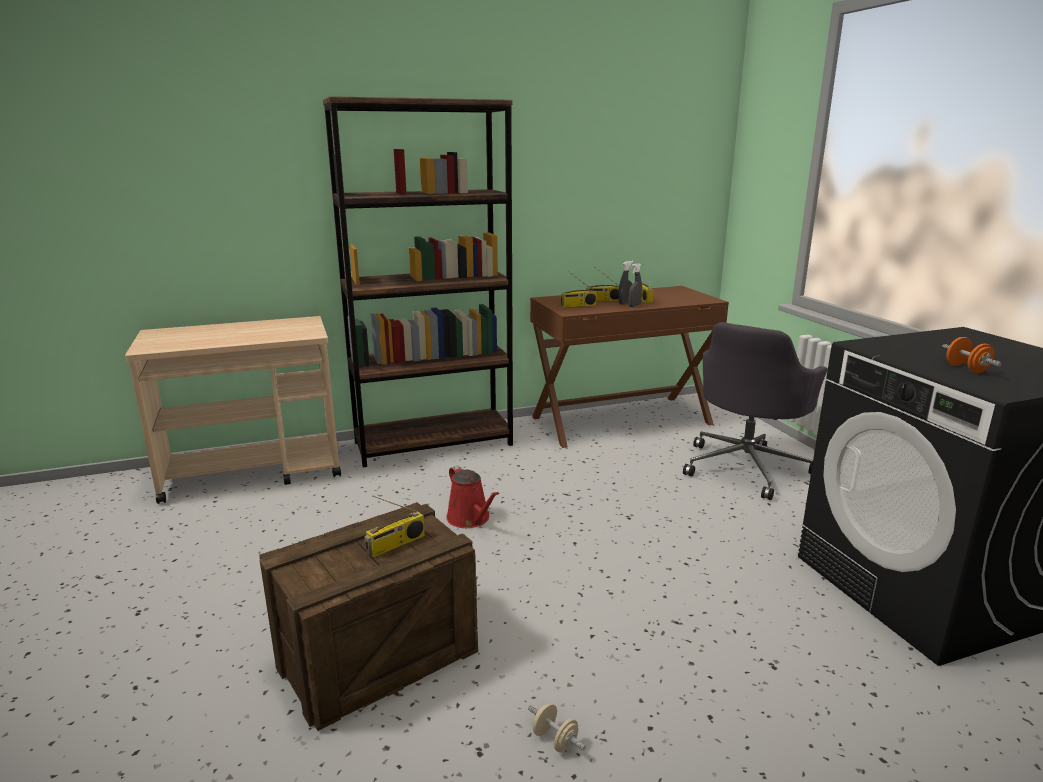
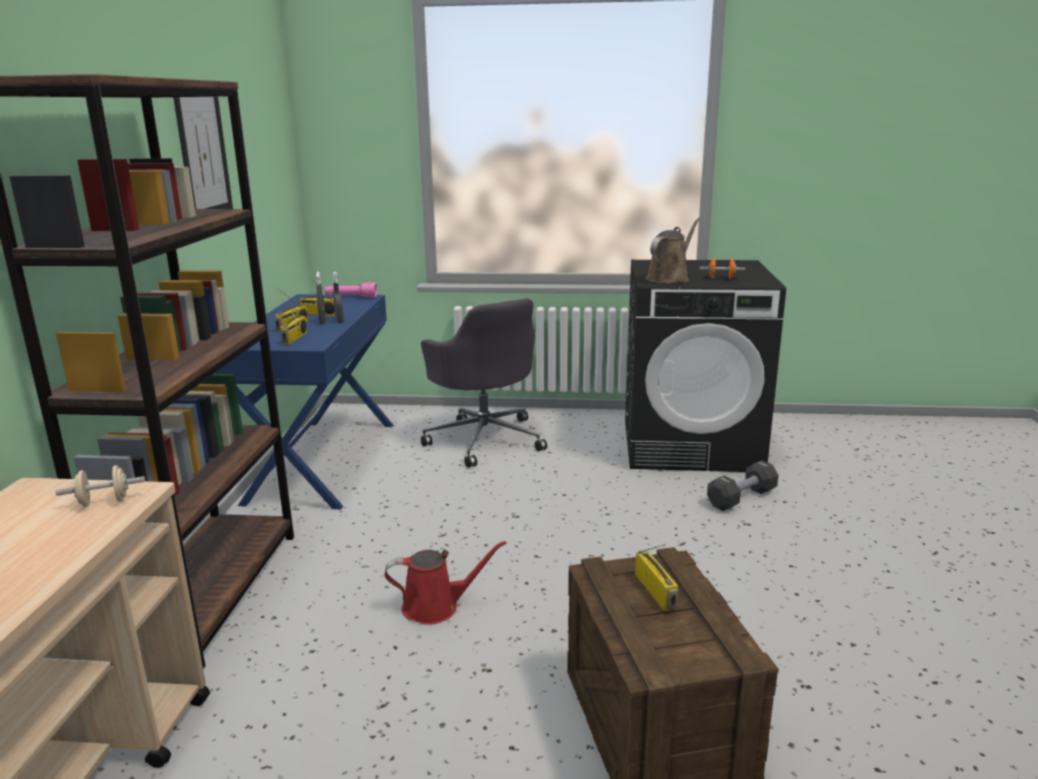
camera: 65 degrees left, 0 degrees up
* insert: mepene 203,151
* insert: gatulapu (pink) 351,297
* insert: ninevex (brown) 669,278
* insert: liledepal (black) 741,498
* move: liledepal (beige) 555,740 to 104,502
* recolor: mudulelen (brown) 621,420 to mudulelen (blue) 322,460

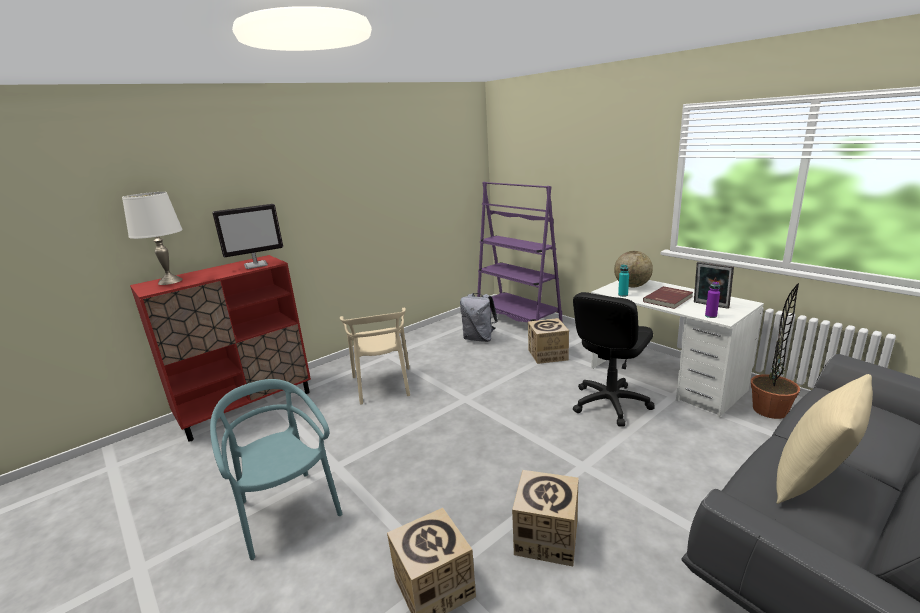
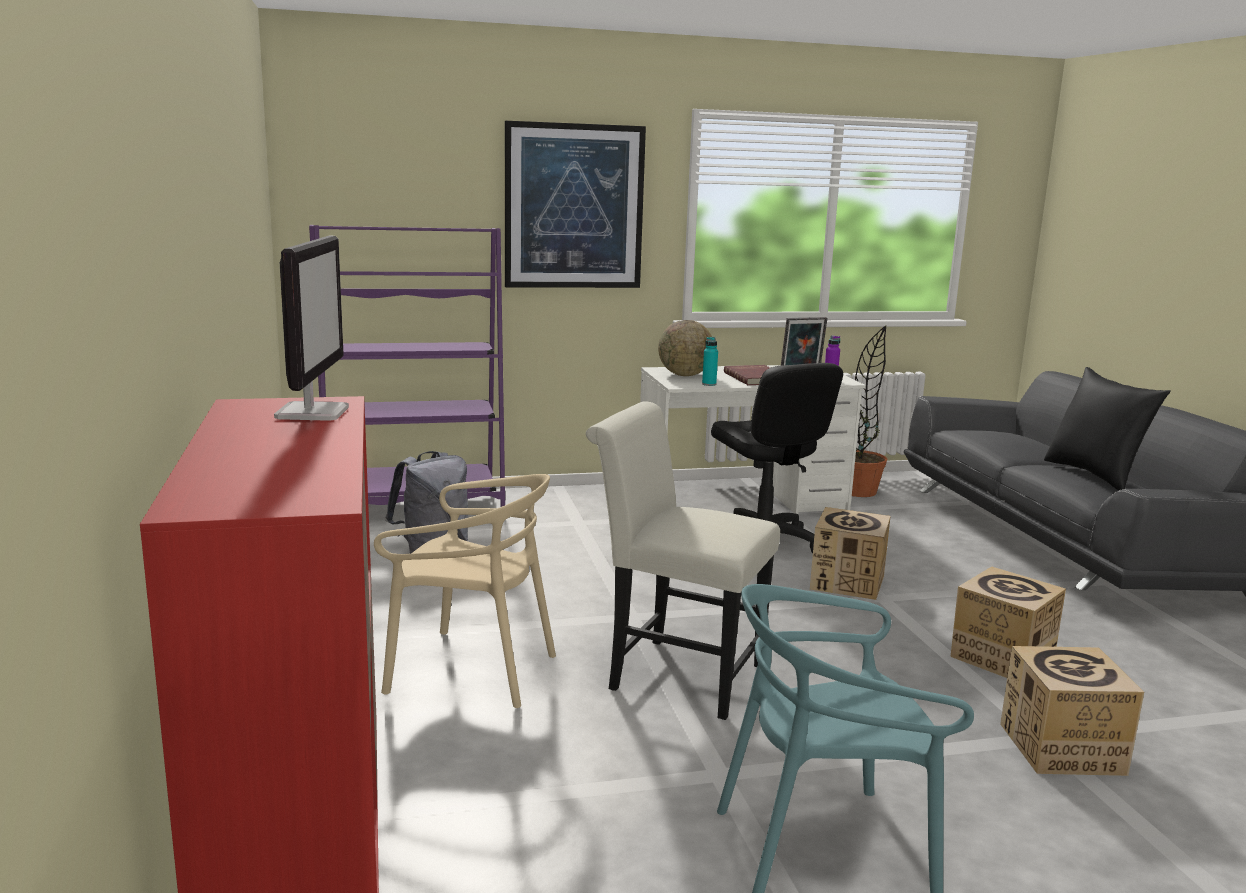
camera: 65 degrees left, 5 degrees down
* delete: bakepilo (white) 170,281
* insert: mepene 574,207
* insert: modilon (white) 675,674
* move: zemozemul 547,355 to 847,582
* recolor: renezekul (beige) 813,481 to renezekul (black) 1095,475

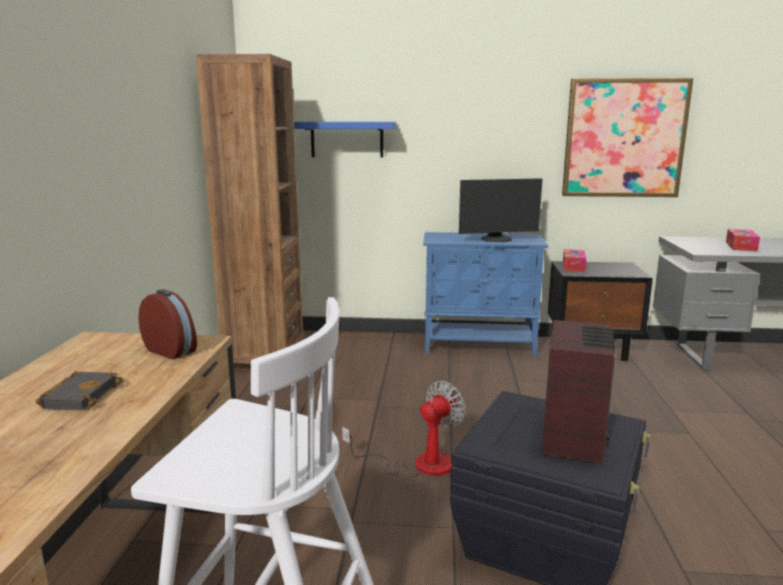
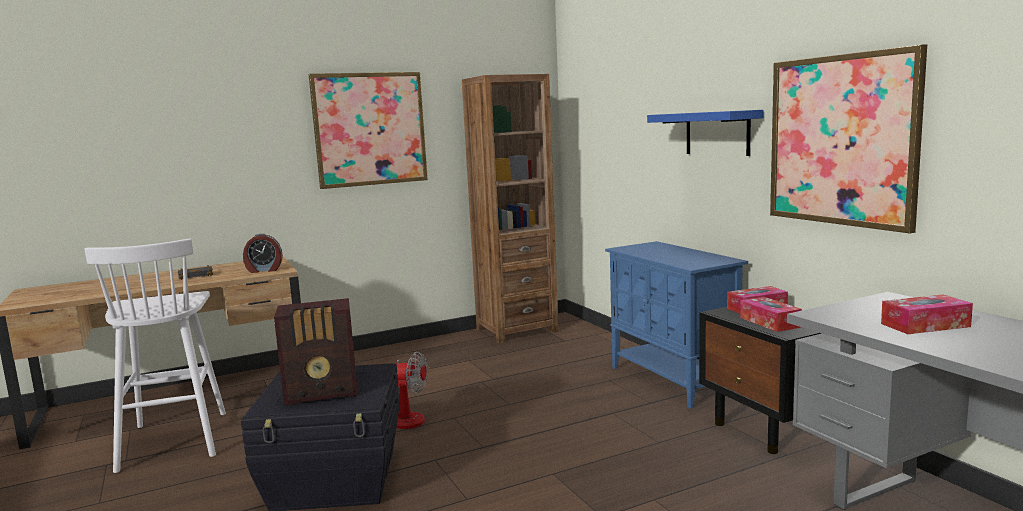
camera: 60 degrees right, 5 degrees down
* delete: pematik 497,239
* insert: mepene 370,129
* insert: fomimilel 769,322
* move: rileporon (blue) 347,139 to 717,133
* rotate: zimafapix 171,350 = 264,270 75 degrees clockwise

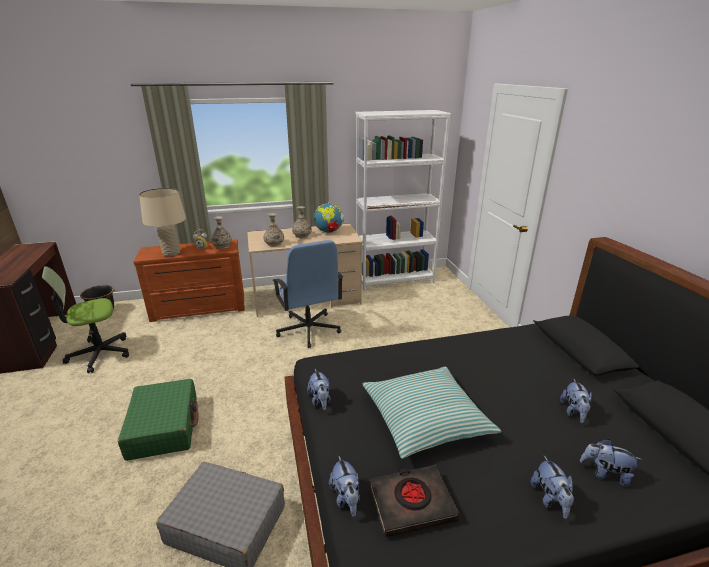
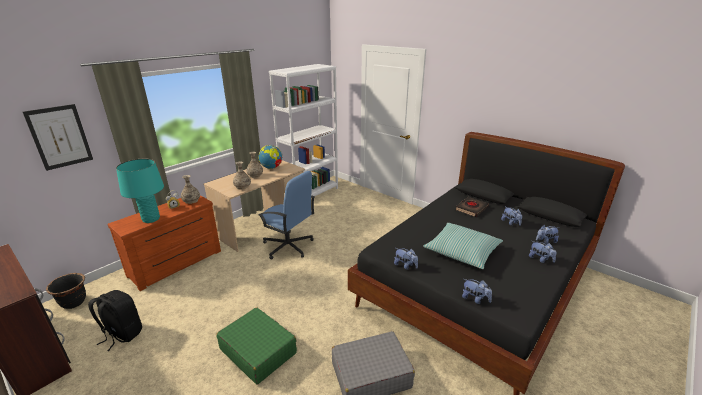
camera: 35 degrees left, 0 degrees up
* insert: mepene 60,137
* move: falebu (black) 411,503 to 471,208
* replace: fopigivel 99,354 to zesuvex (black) 122,334
* recolor: bakepilo (beige) 171,253 to bakepilo (turquoise) 151,219

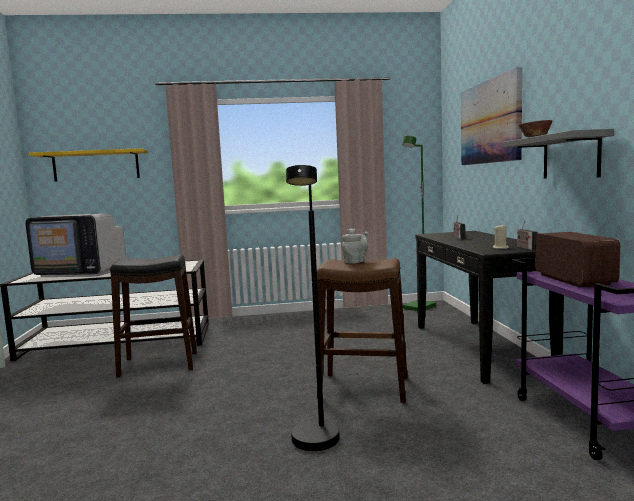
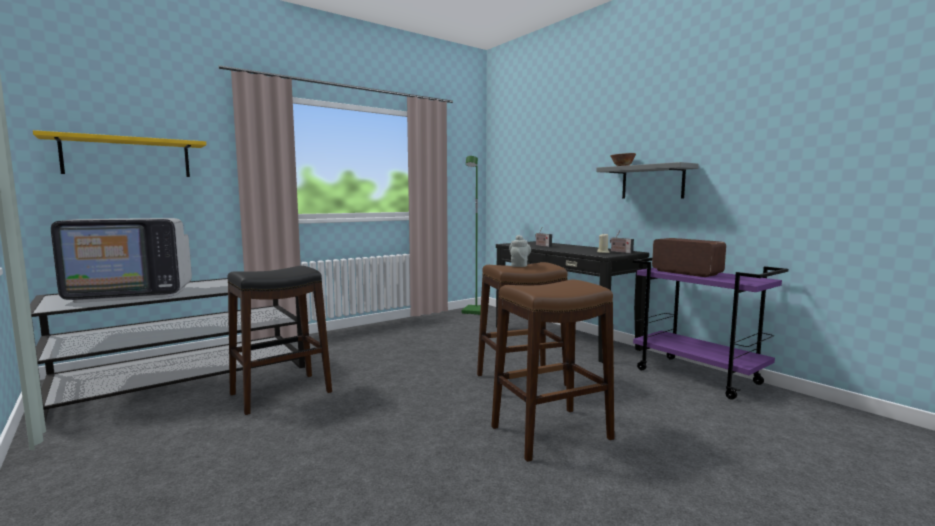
camera: 30 degrees left, 0 degrees up
* delete: mepene 490,122
* replace: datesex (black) 316,446 to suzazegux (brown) 551,433

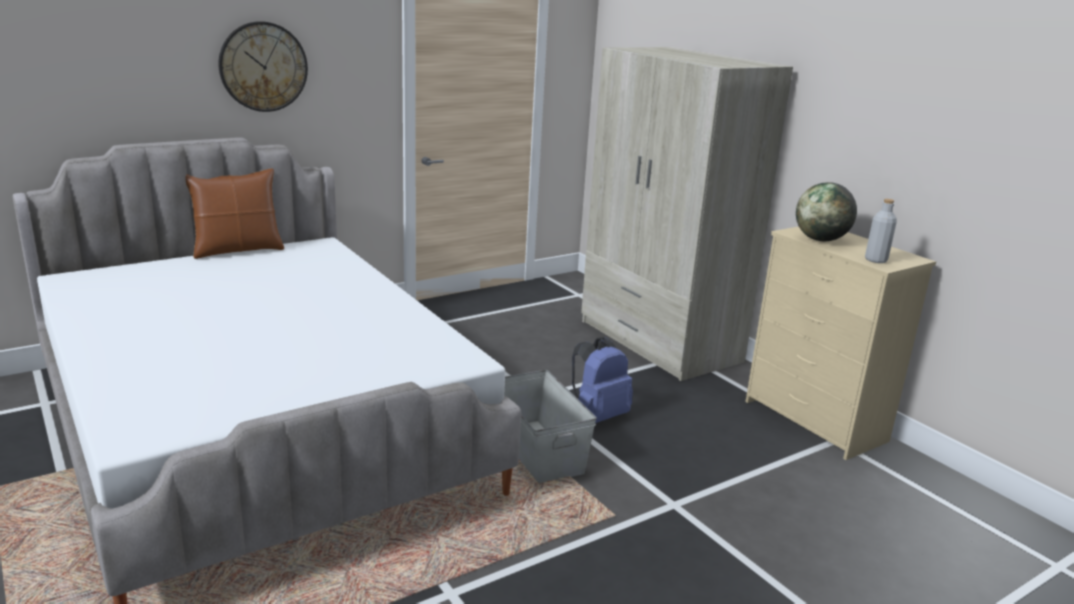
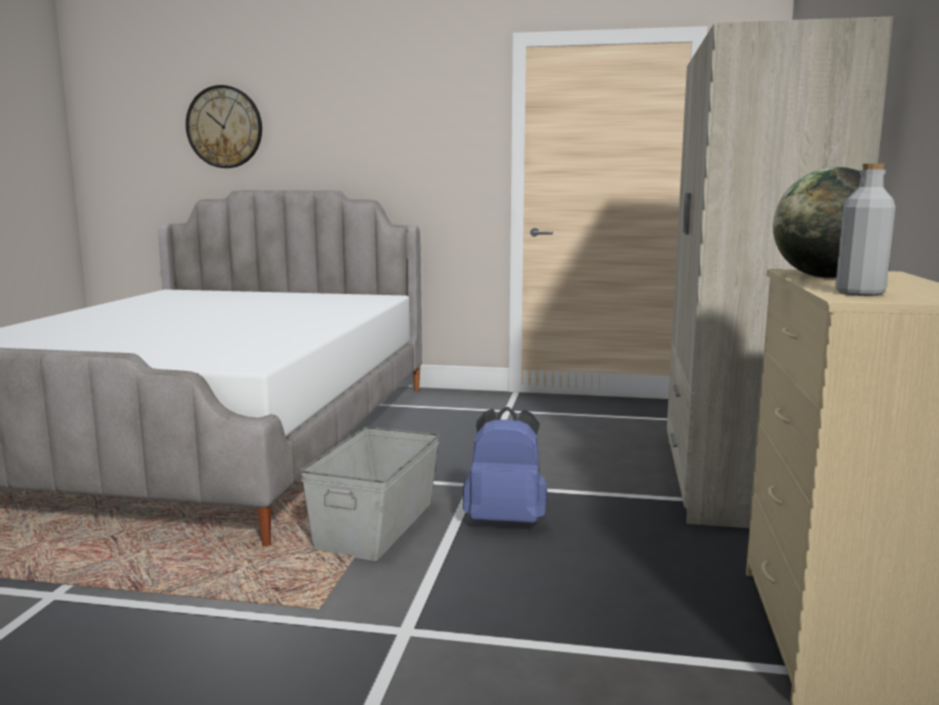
camera: 45 degrees right, 10 degrees down
* delete: renezekul (brown) 238,250
* move: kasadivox 263,67 to 224,127

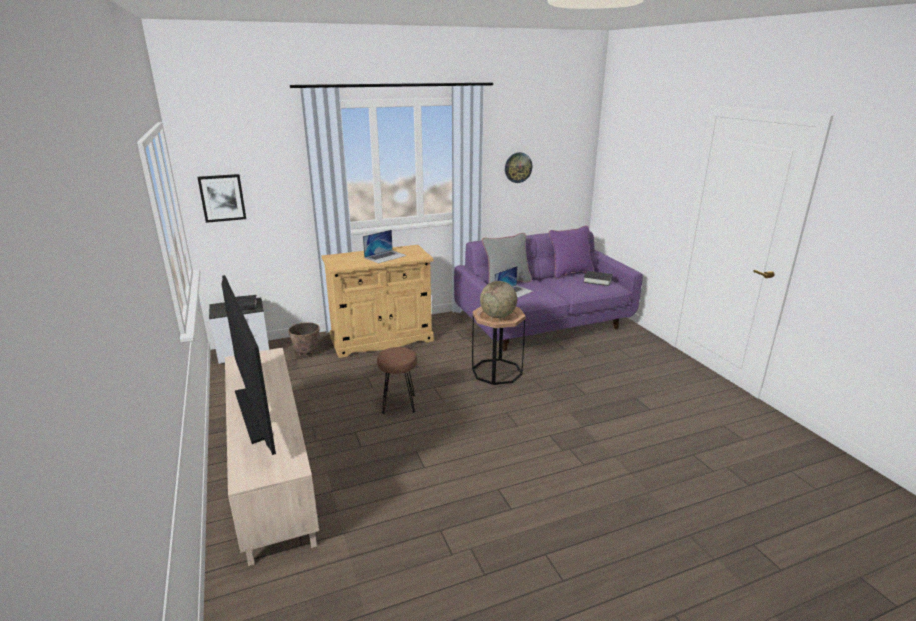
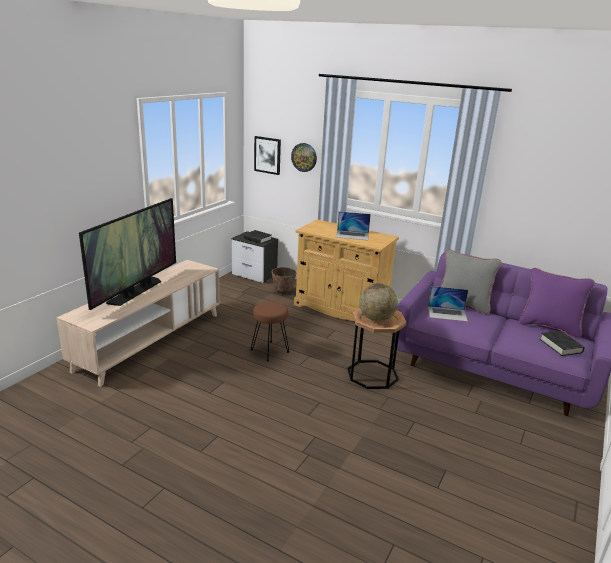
camera: 50 degrees right, 0 degrees up
* move: kasadivox 518,167 to 304,157

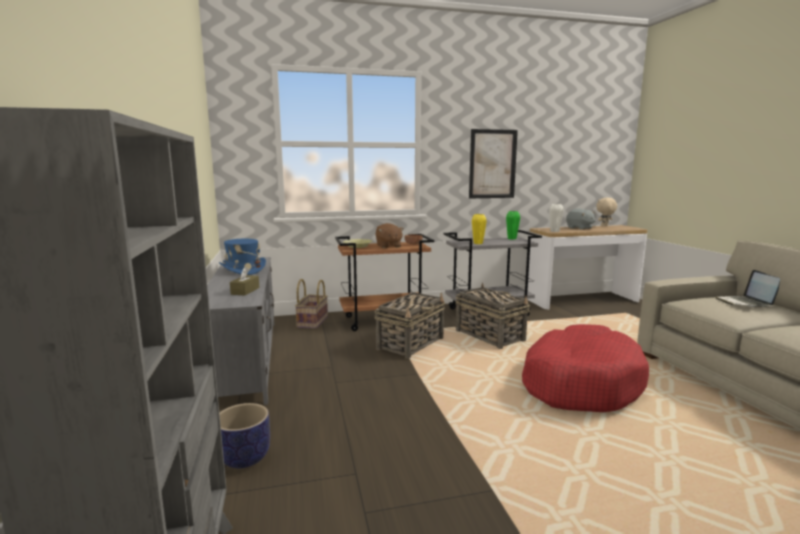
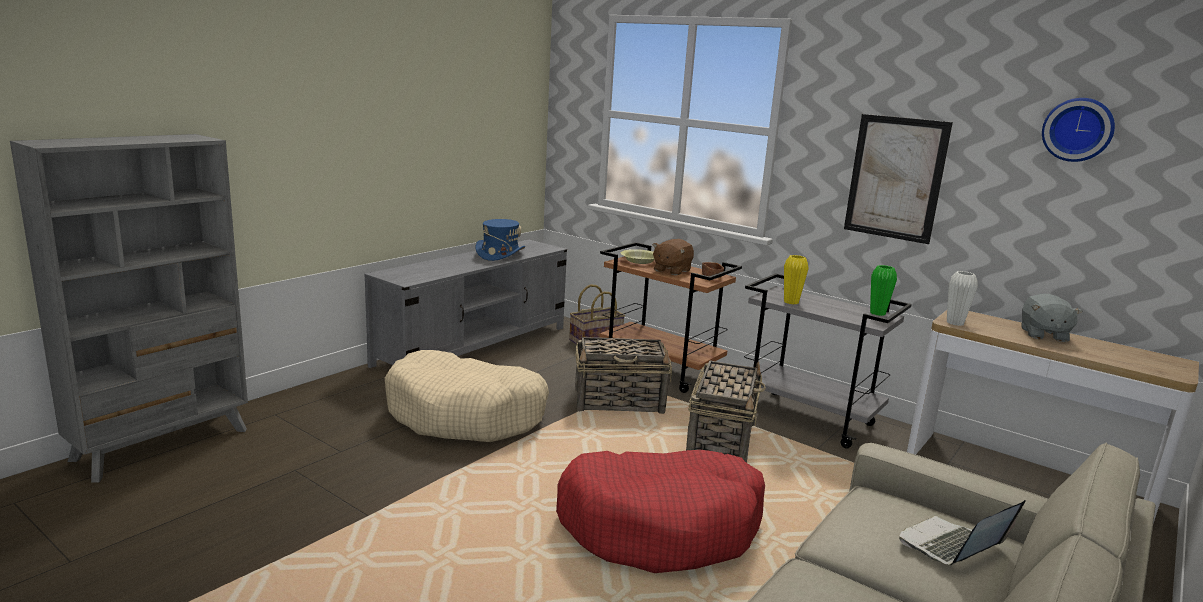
camera: 50 degrees right, 5 degrees up
* delete: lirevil 245,457
* delete: fomimilel (brown) 245,291
* delete: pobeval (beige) 604,226
* insert: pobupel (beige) 466,415
* insert: kasadivox 1078,129

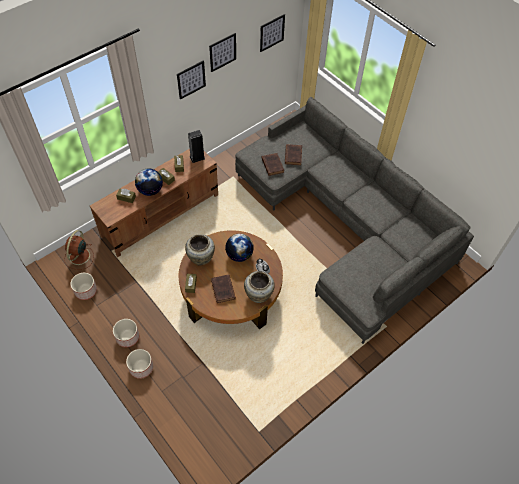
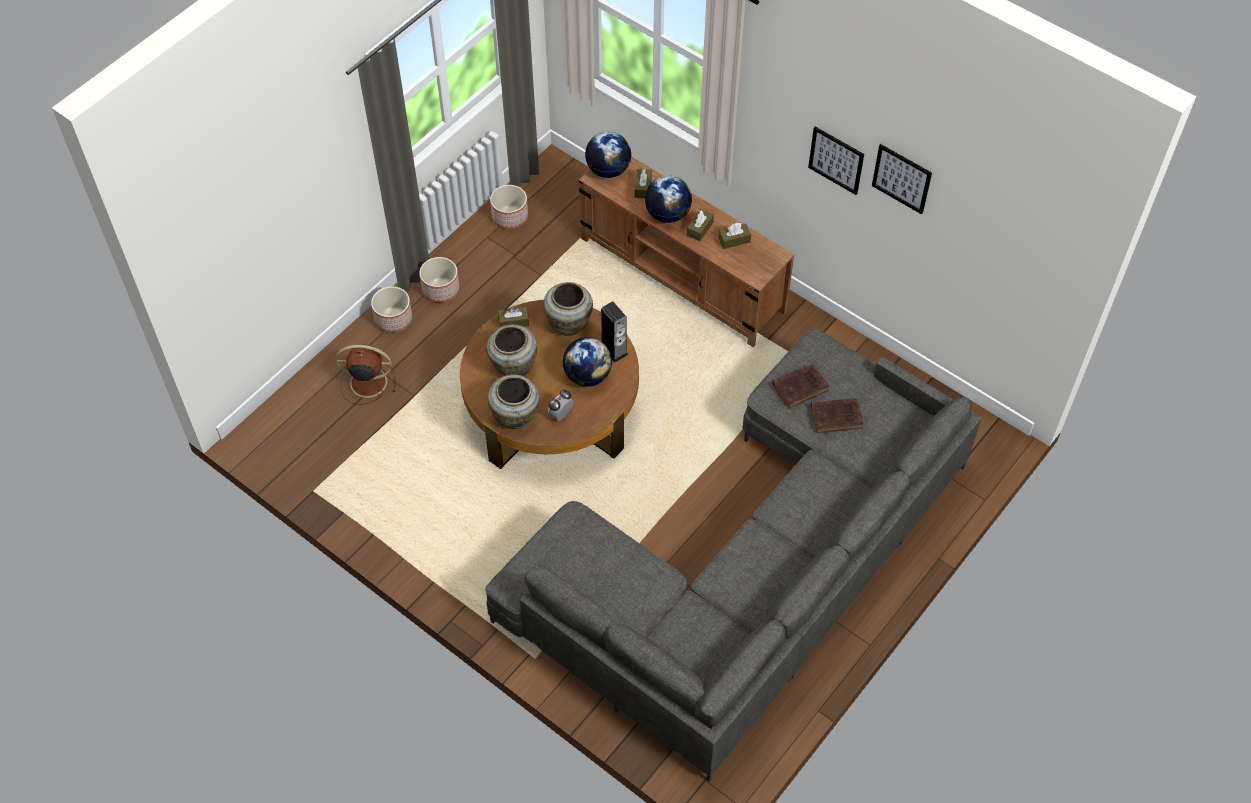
camera: 80 degrees right, 0 degrees up
* delete: mepene 272,33
* insert: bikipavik 608,170
* move: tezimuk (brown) 79,257 to 366,382
* move: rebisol 197,158 to 614,350
* replace: falebu (brown) 223,290 to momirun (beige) 513,366

